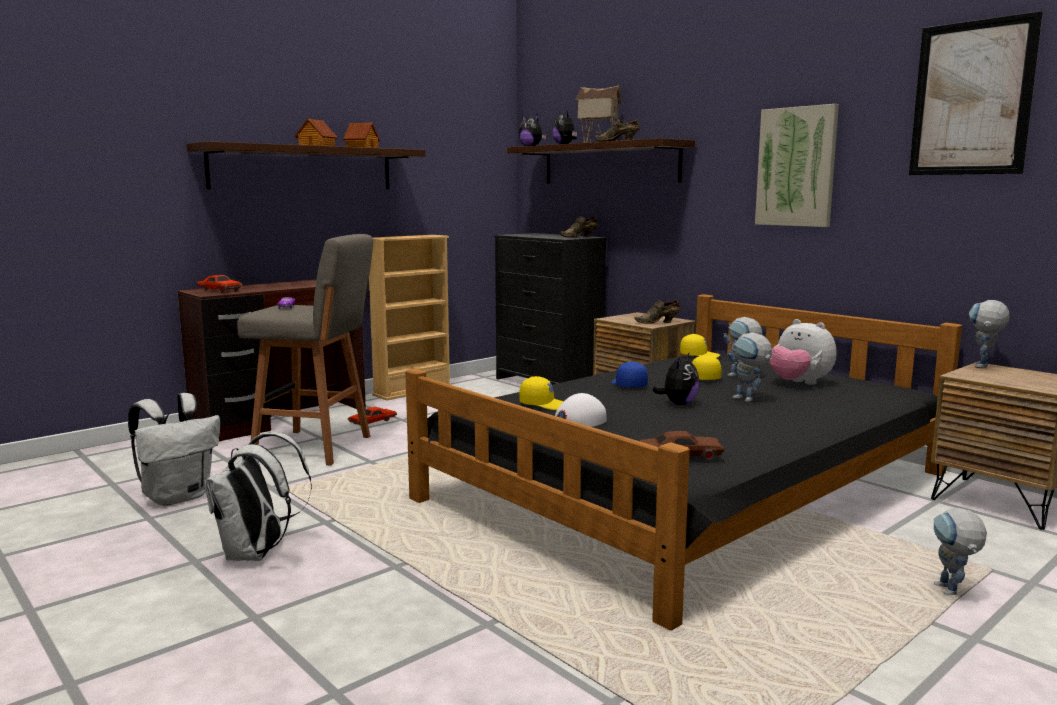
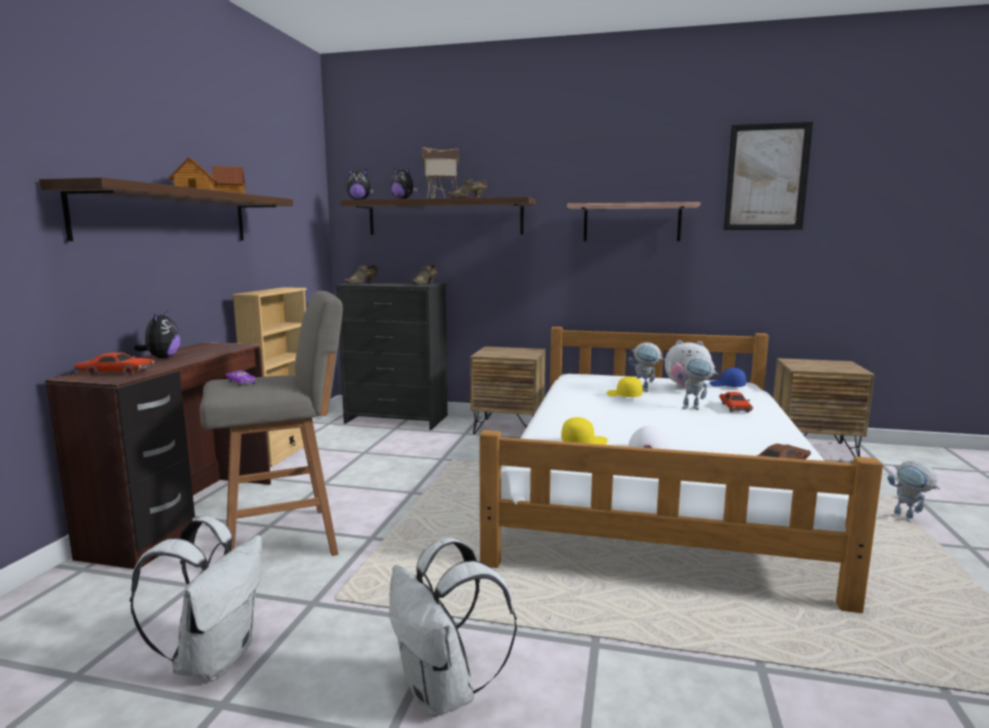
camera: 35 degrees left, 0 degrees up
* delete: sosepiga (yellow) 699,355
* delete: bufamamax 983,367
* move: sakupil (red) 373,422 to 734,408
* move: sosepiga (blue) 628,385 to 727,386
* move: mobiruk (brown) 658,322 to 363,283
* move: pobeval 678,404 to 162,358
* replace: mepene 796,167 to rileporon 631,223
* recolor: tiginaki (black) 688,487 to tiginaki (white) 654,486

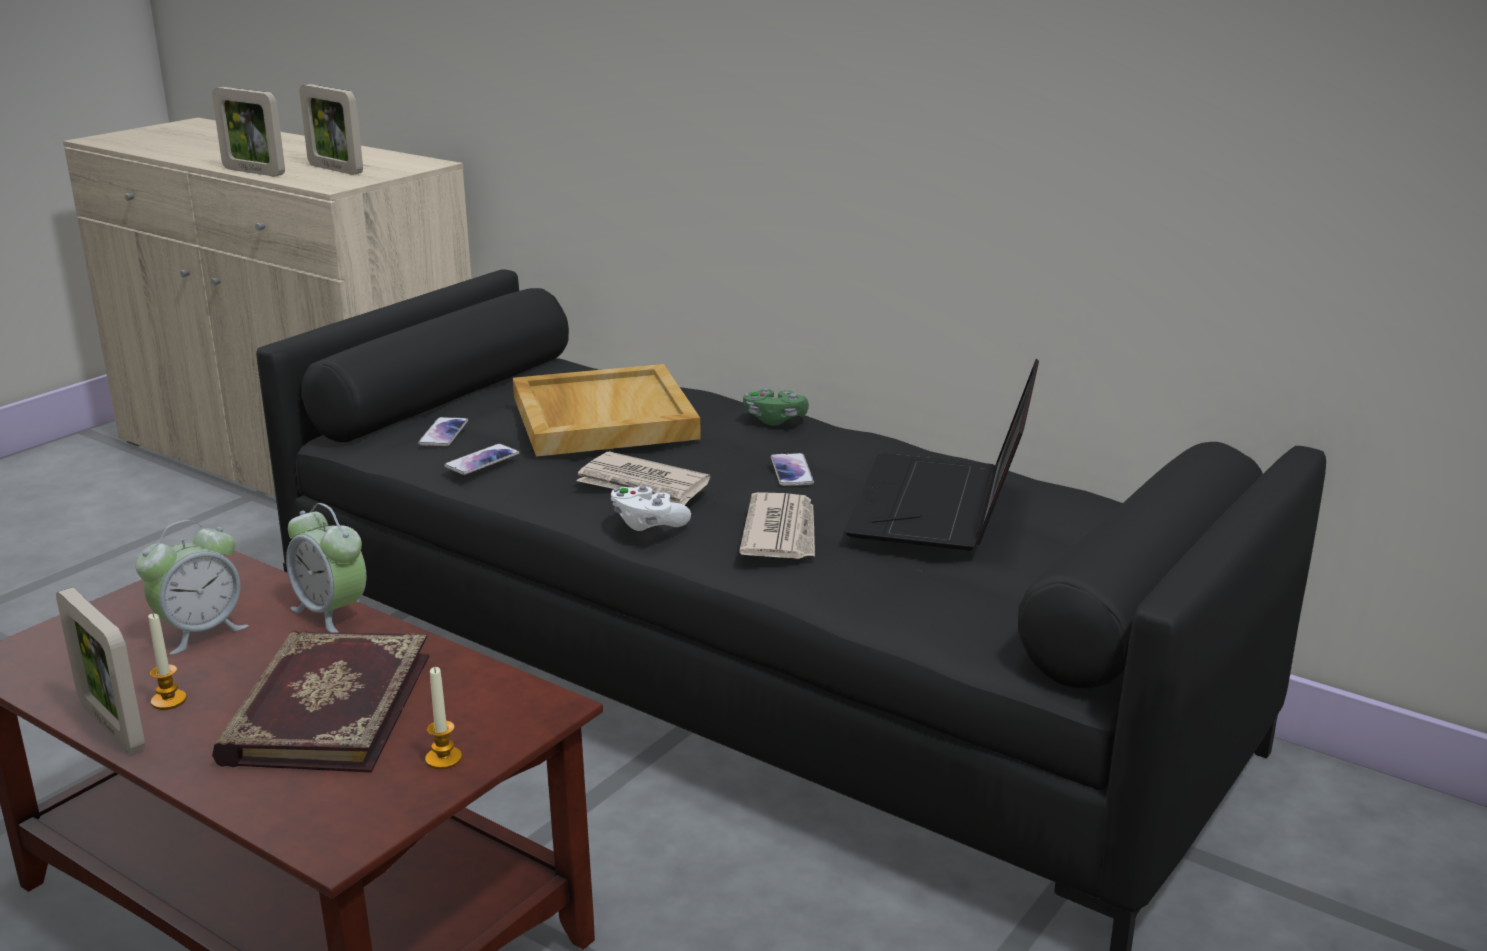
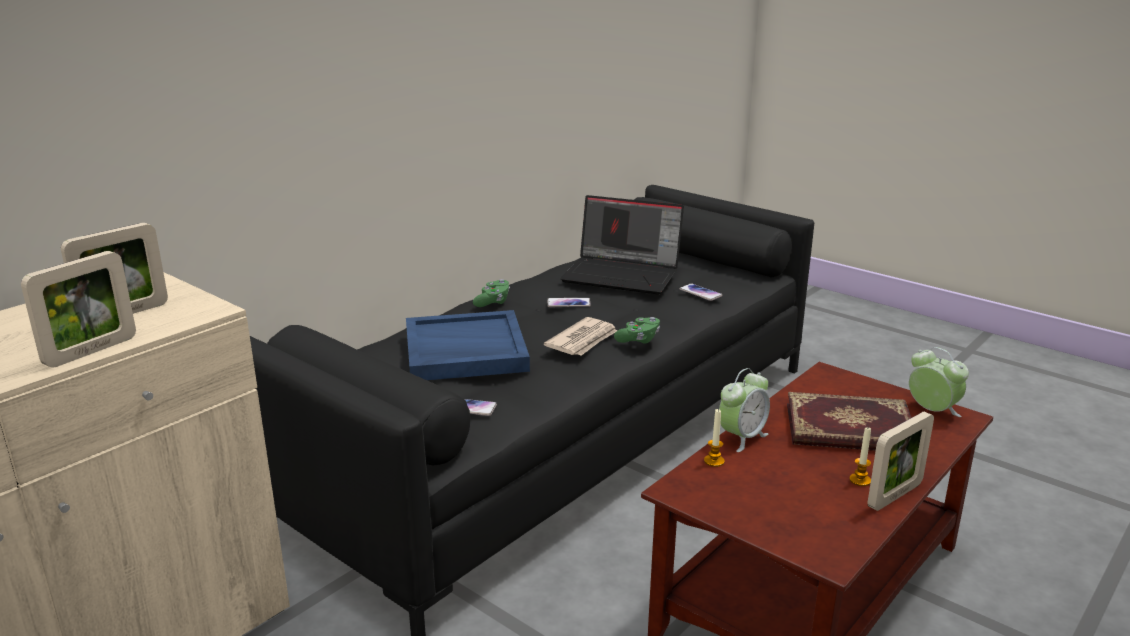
camera: 85 degrees left, 0 degrees up
* delete: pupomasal 781,532
* move: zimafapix 200,632 to 932,411
* move: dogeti 443,759 to 714,461
* move: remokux 482,461 to 700,293
* recolor: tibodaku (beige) 602,417 to tibodaku (blue) 464,351
* recolor: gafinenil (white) 648,524 to gafinenil (green) 638,340

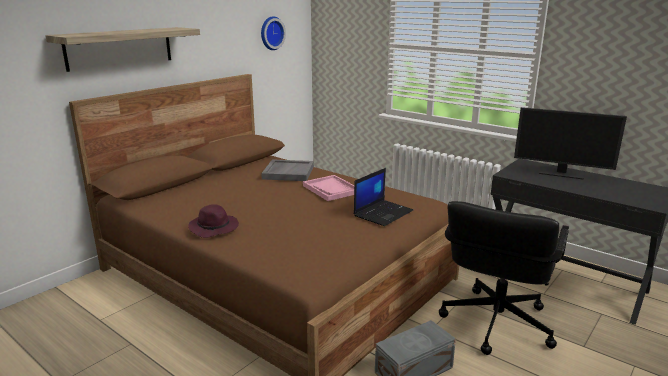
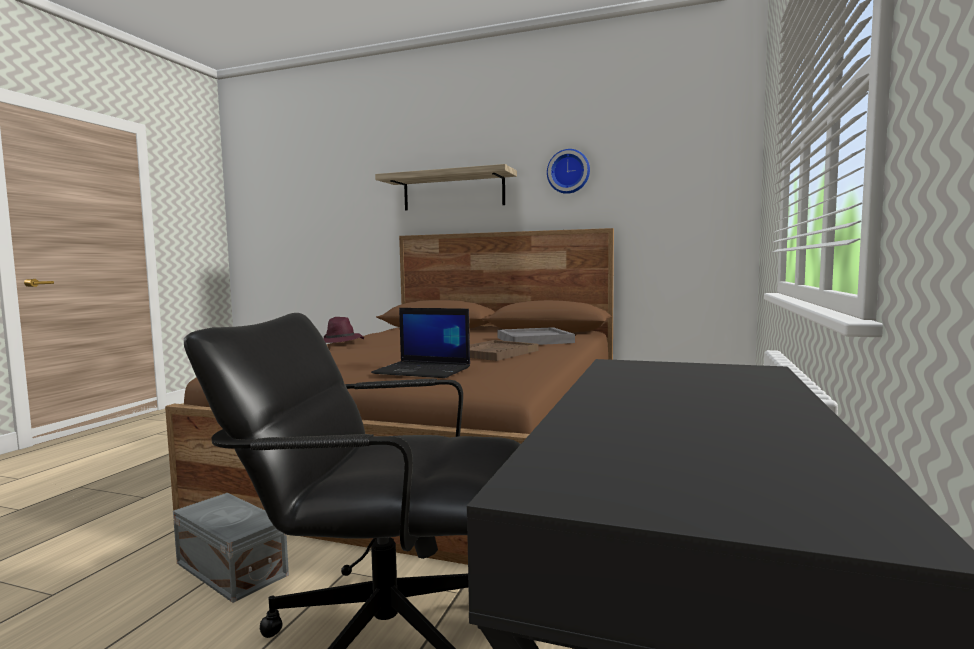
camera: 70 degrees right, 15 degrees down
* delete: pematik 561,172
* move: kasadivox 271,33 to 568,171
* recolor: tibodaku (pink) 331,189 to tibodaku (brown) 495,353

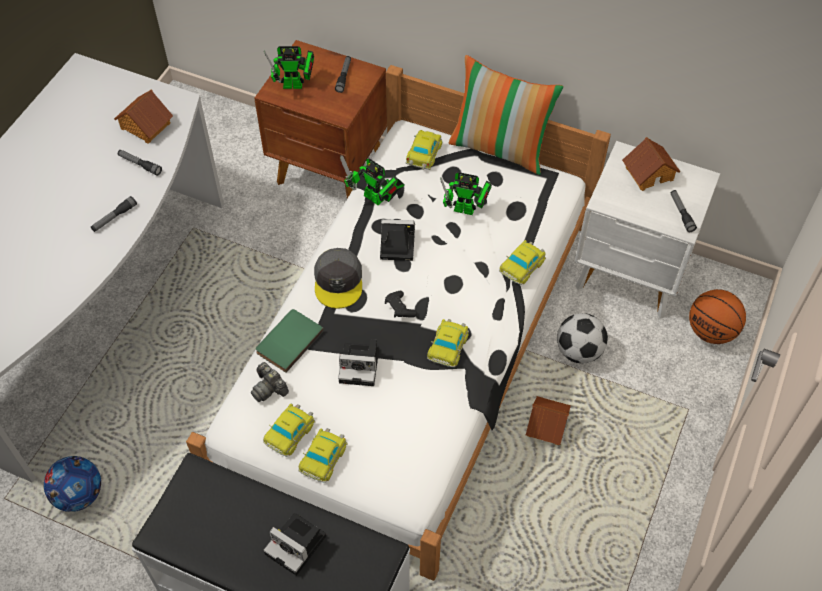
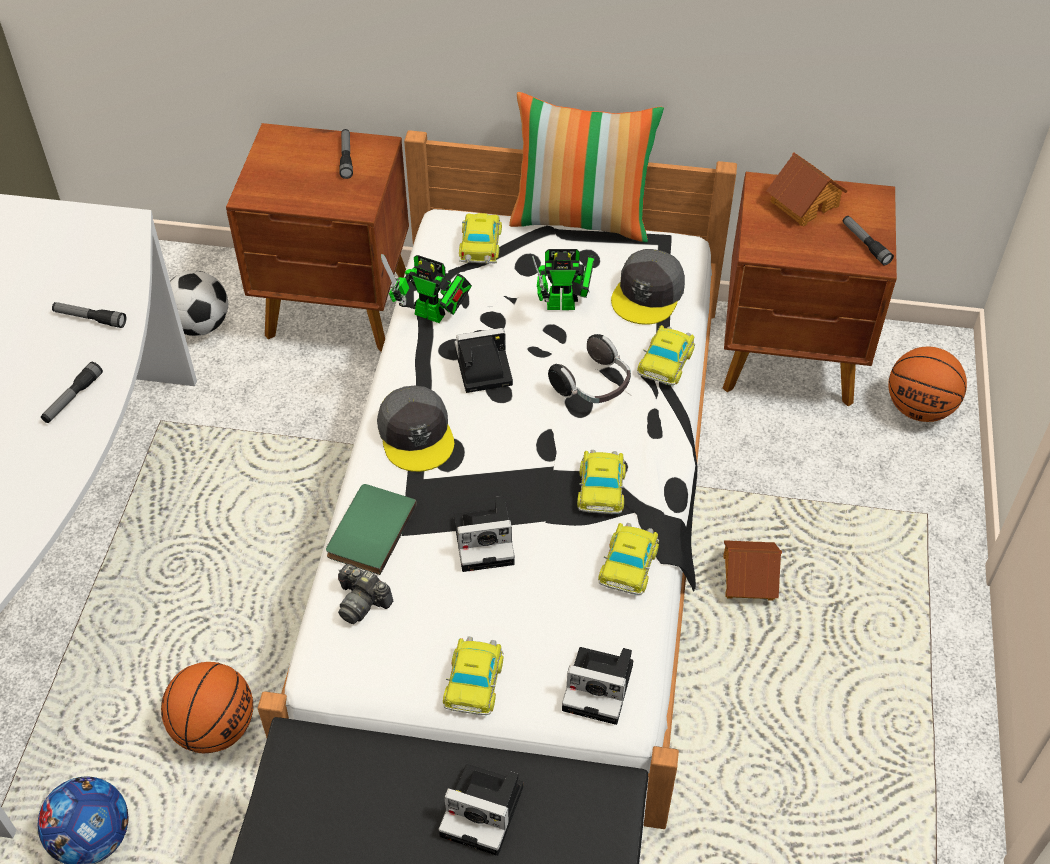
camera: 15 degrees left, 5 degrees down
* delete: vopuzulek 145,126
* delete: bufamamax 296,85
* delete: gafinenil (black) 399,309
* insert: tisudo 214,728
* insert: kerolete 593,386
* insert: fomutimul 601,687
* insert: sosepiga (grey) 648,294
* move: sakupil 290,432 to 629,562
* move: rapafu 579,351 to 201,325
* recolor: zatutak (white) 631,275 to zatutak (brown) 791,359

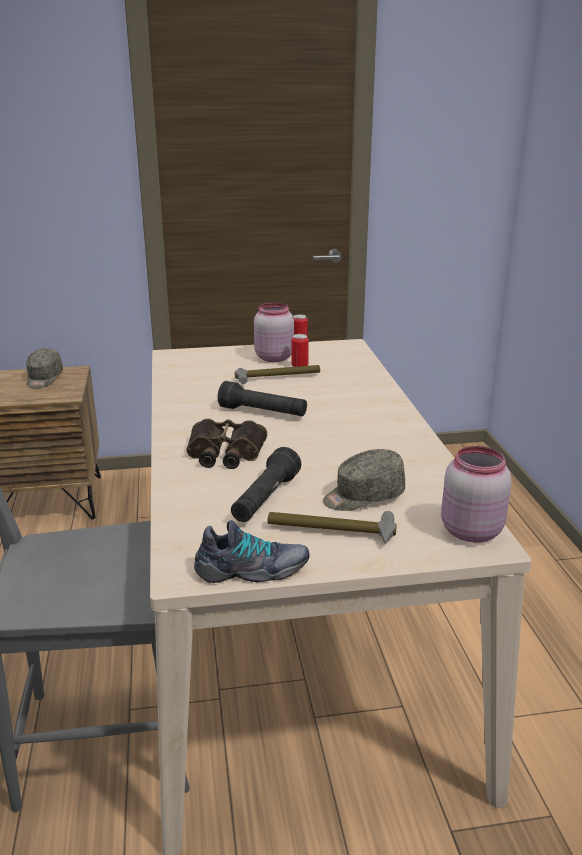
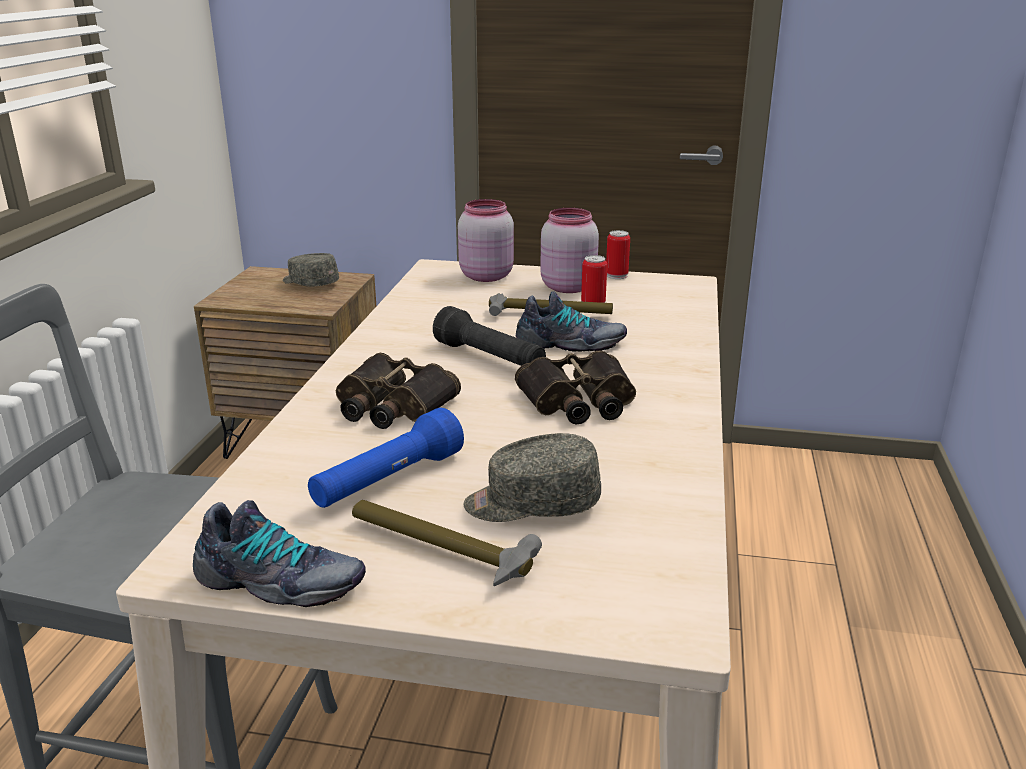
camera: 20 degrees right, 0 degrees up
* insert: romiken 578,401
* insert: mobiruk 571,344
* move: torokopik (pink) 469,530 to 485,276
* recolor: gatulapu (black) 265,499 to gatulapu (blue) 388,481
* rotate: sosepiga (grey) 44,378 = 309,283 105 degrees clockwise

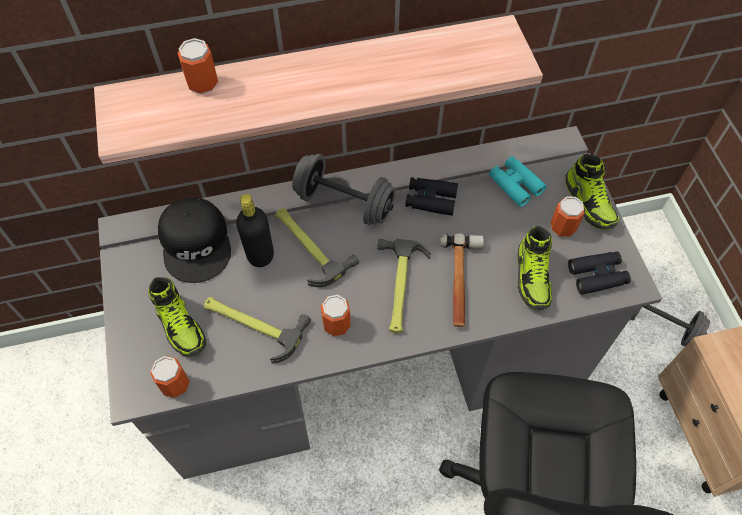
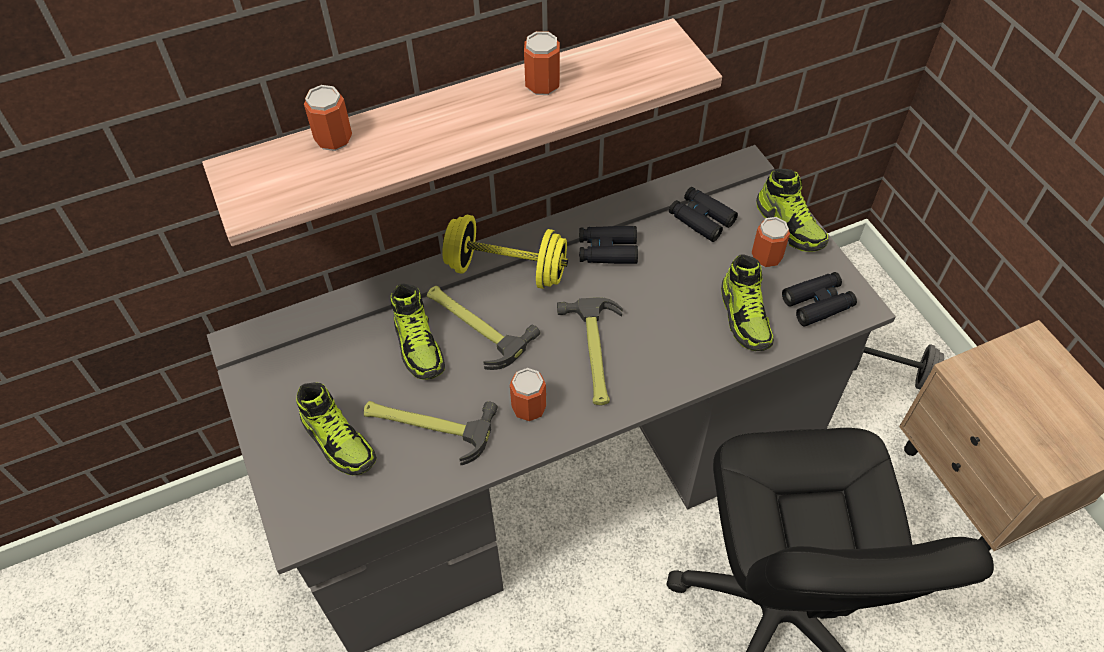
camera: 10 degrees left, 5 degrees down
* delete: sosepiga (black) 197,243
* delete: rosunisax 461,282
* move: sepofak 175,384 to 542,85
* replace: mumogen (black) 260,255 to mobiruk 419,345
* recolor: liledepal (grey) 344,203 to liledepal (yellow) 506,270
* recolor: romiken (turquoise) 515,184 to romiken (black) 701,219

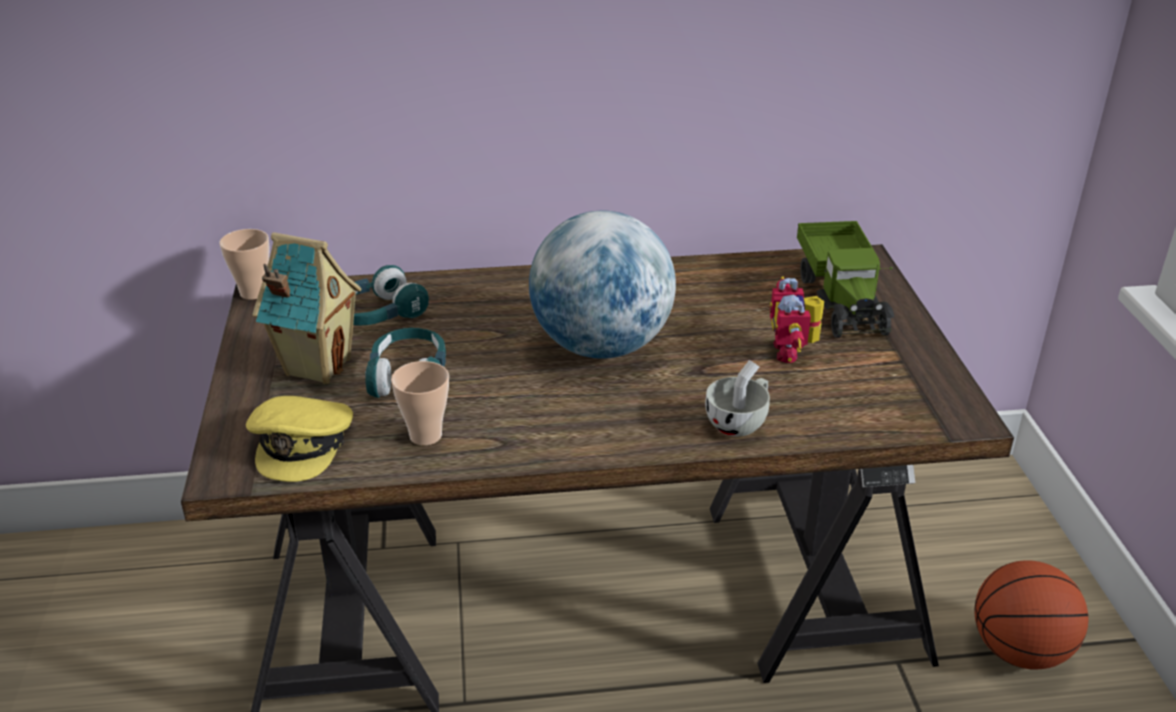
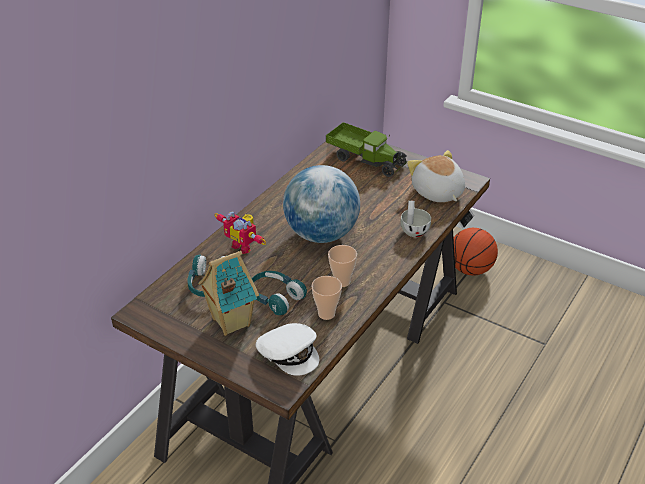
camera: 50 degrees left, 5 degrees up
* insert: pobeval 437,192
* move: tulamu 253,293 to 342,282
* move: bufamamax 793,351 to 244,246
* recolor: sosepiga (yellow) 303,444 to sosepiga (white) 289,353

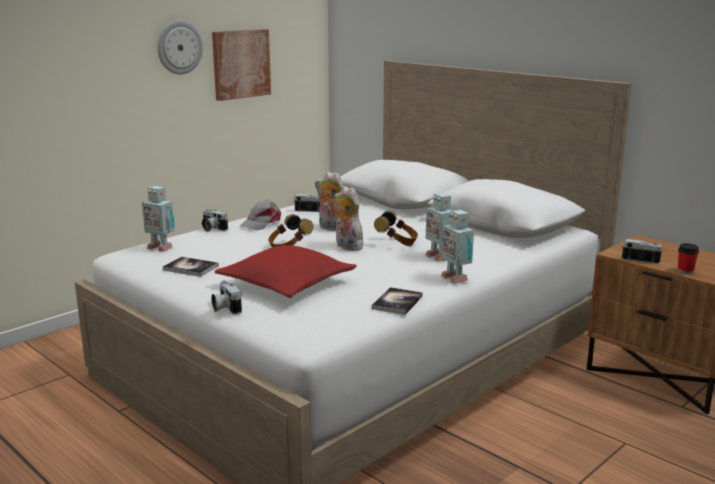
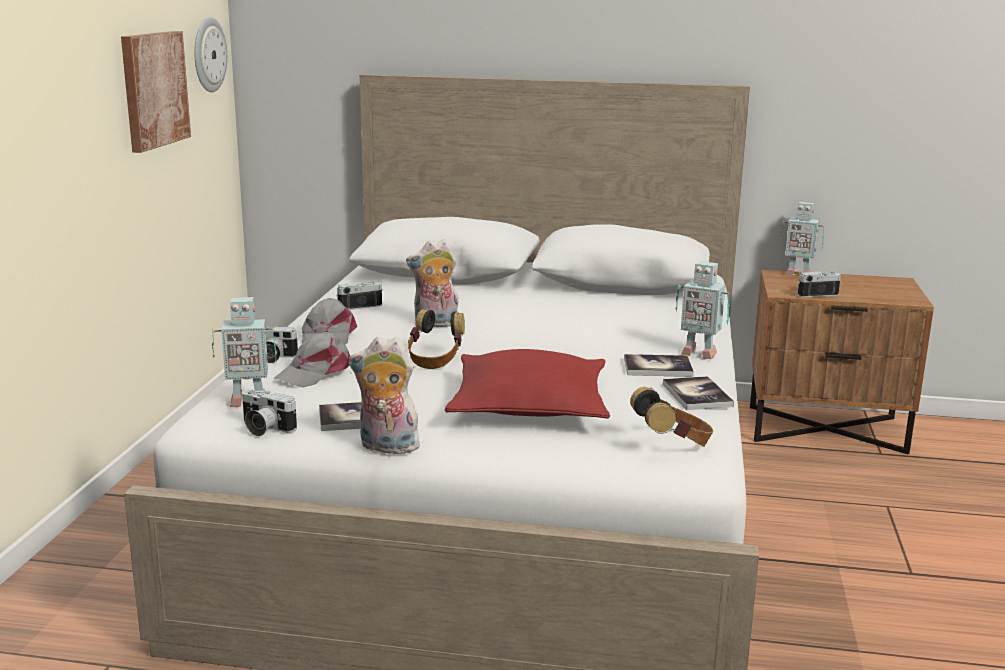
camera: 35 degrees left, 0 degrees up
* delete: tulamu 685,271
* insert: sosepiga (grey) 315,372
* insert: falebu 657,367
* move: kasadivox 179,47 to 208,54
* move: fomutimul 225,308 to 264,428
* move: pobeval 346,246 to 386,447
* move: kerolete 397,243 to 673,445
* move: bufamamax 439,257 to 797,274

